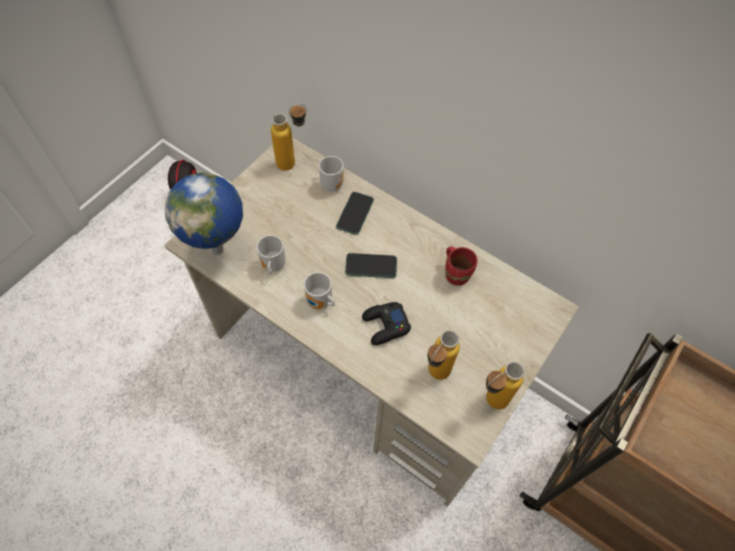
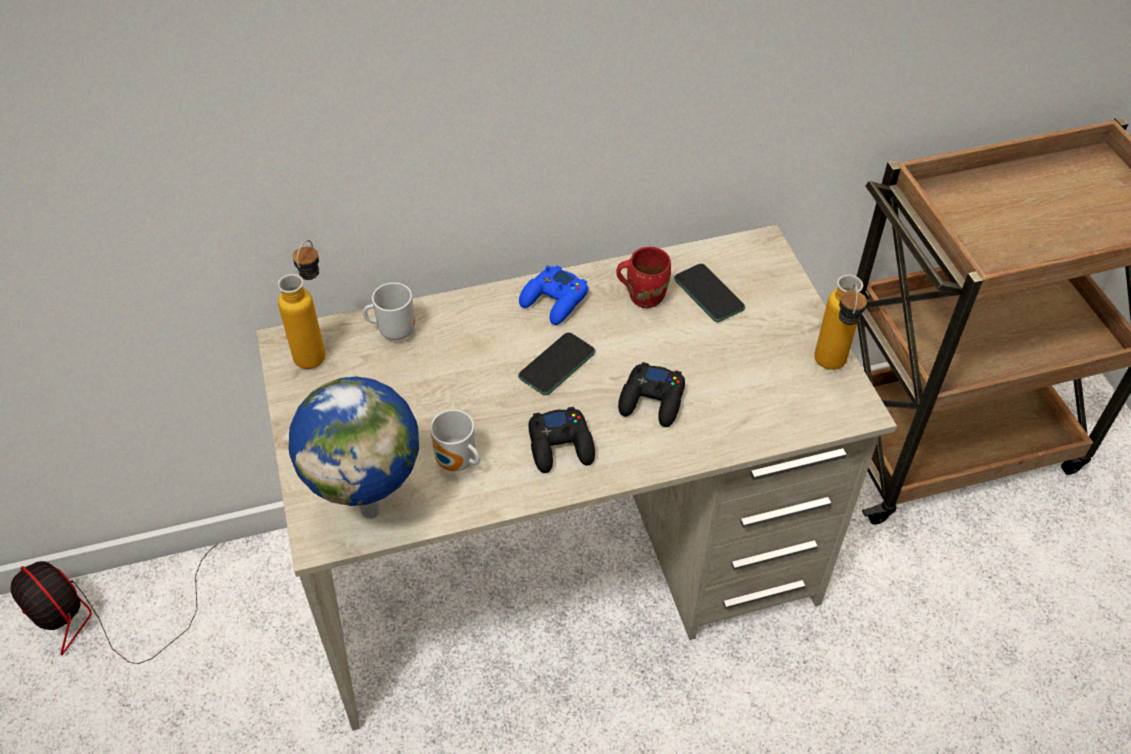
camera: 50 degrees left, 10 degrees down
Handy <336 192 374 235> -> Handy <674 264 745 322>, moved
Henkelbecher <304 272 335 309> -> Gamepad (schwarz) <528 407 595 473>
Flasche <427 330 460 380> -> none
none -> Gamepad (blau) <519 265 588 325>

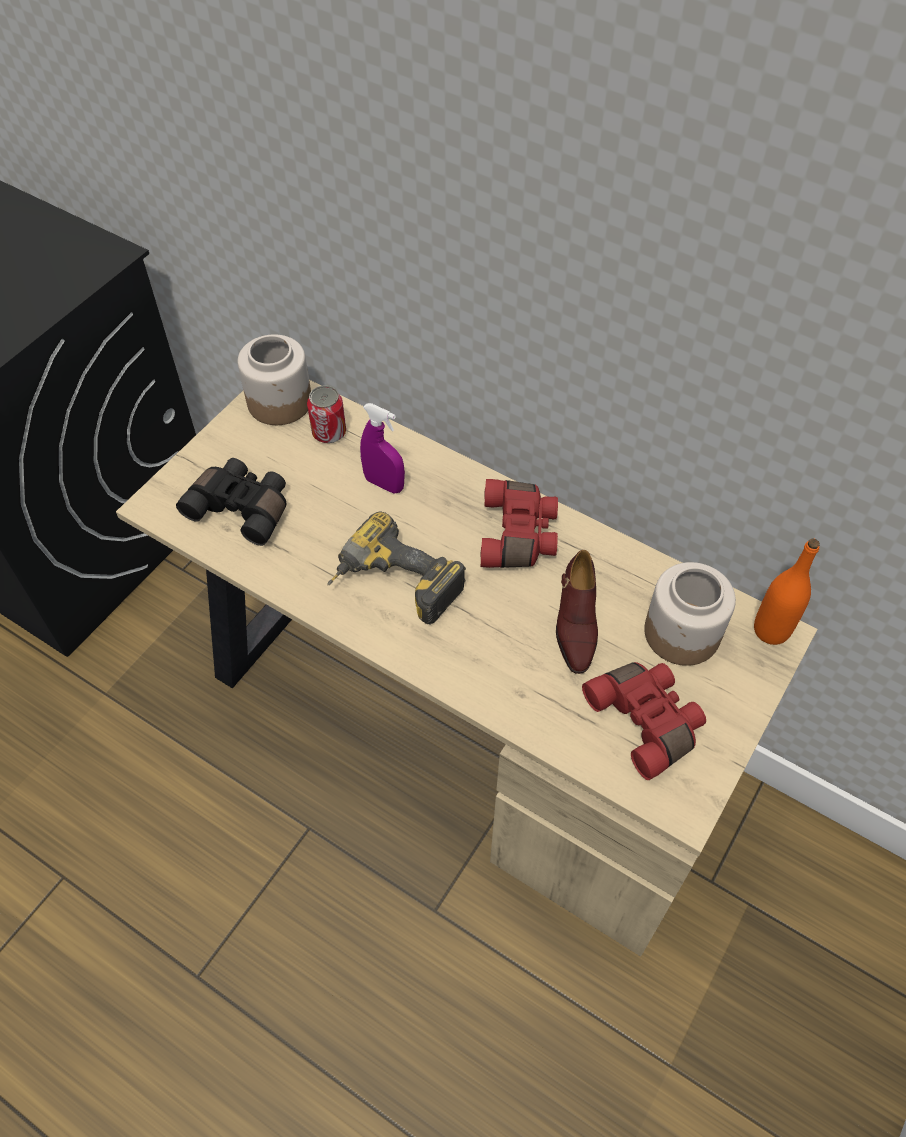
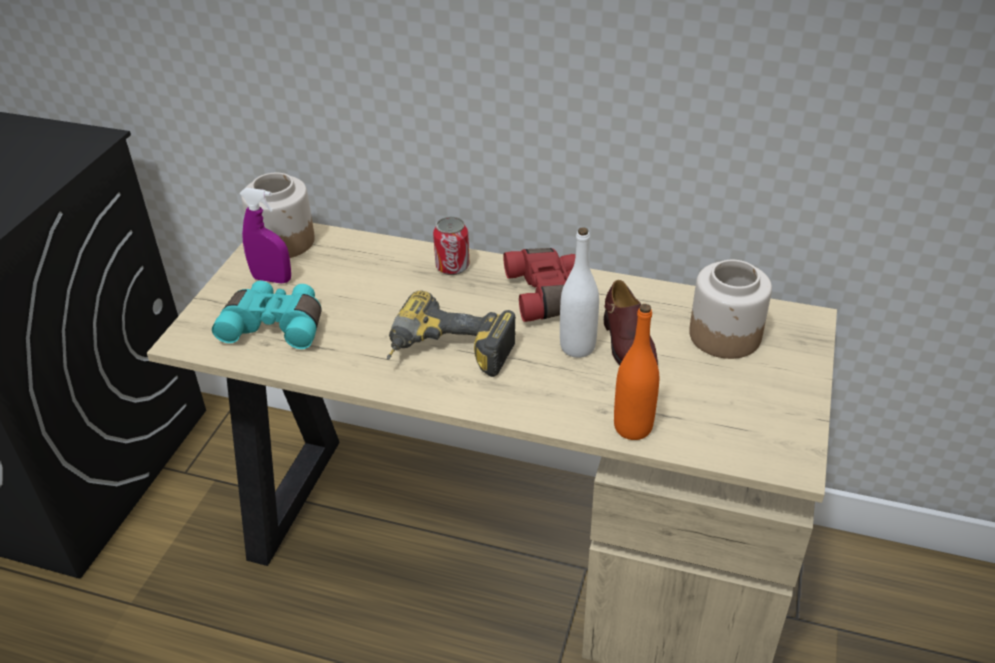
camera: 15 degrees left, 15 degrees down
Dose <307 385 346 443> -> Dose <433 216 470 275>, moved
Sprühflasche (lila) <360 403 405 494> -> Sprühflasche (lila) <239 188 291 284>, moved
Fernglas (schwarz) <176 458 287 546> -> Fernglas (türkis) <212 281 321 349>
Flasche (orange) <754 539 820 645> -> Flasche (orange) <614 304 659 440>, moved
Fernglas (rot) <582 662 706 780> -> none
none -> Flasche (weiß) <560 227 599 358>

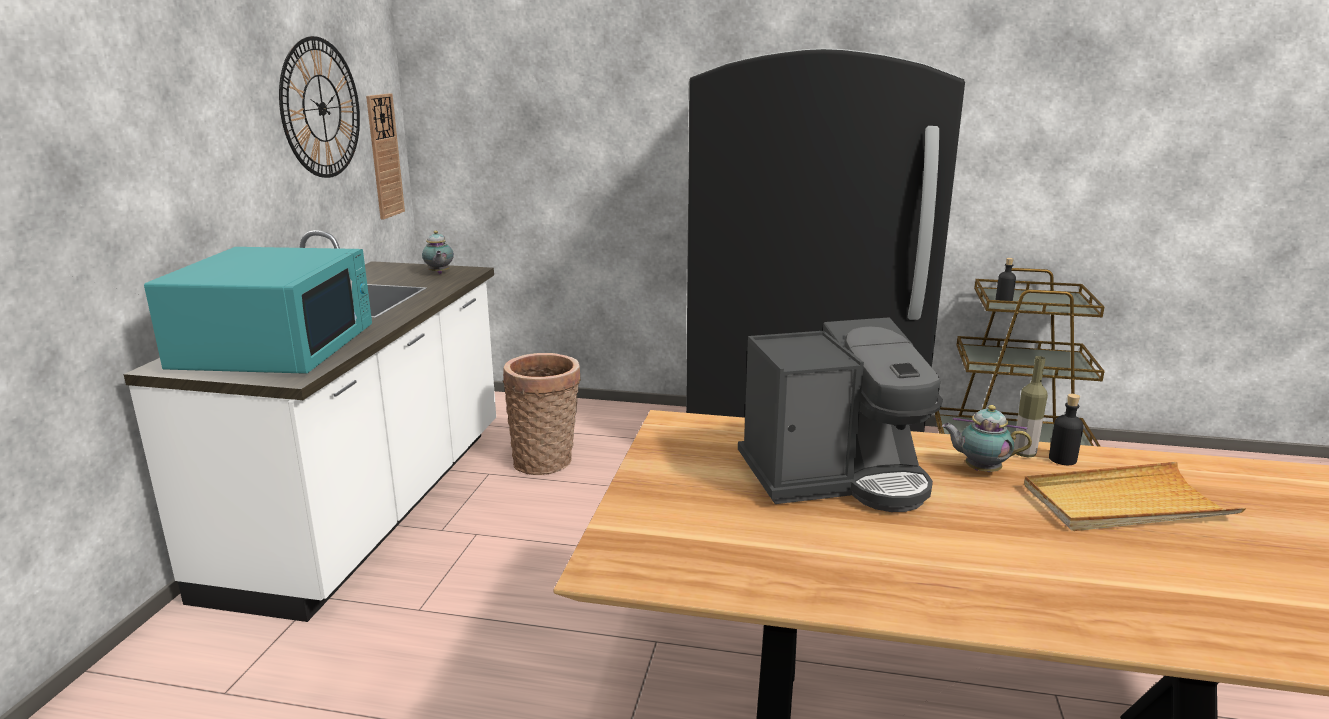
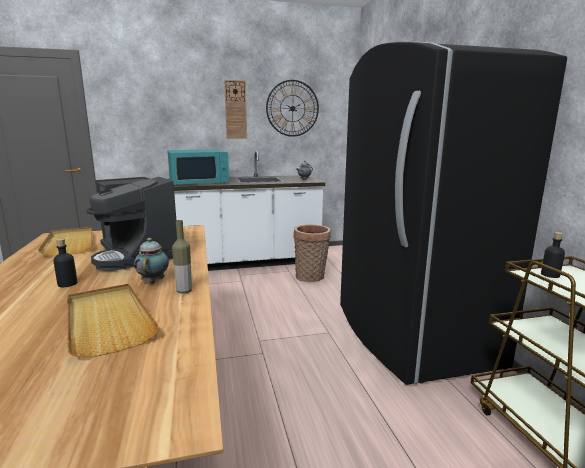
camera: 65 degrees right, 5 degrees down
Wanduhr <366 93 405 219> -> Wanduhr <224 80 247 139>, moved
Flasche (schwarz) <1049 394 1083 465> -> Flasche (schwarz) <53 238 77 287>, moved
none -> Tablett (beige) <38 227 93 256>

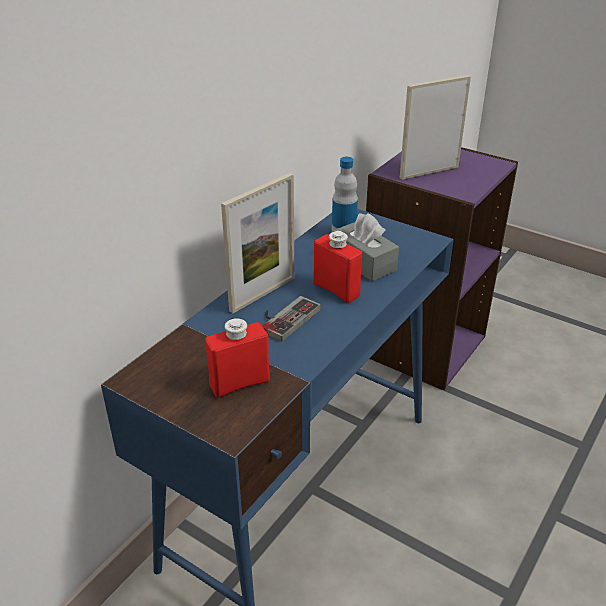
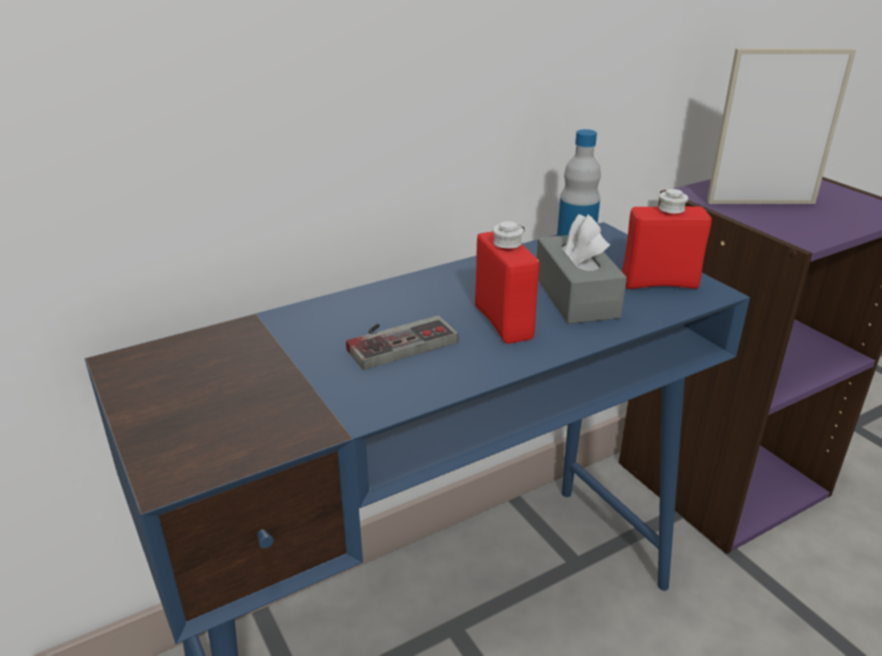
camera: 25 degrees right, 5 degrees down
Bilderrahmen <221 173 294 313> -> none
Flasche (rot) <205 318 270 398> -> Flasche (rot) <622 189 712 289>, moved

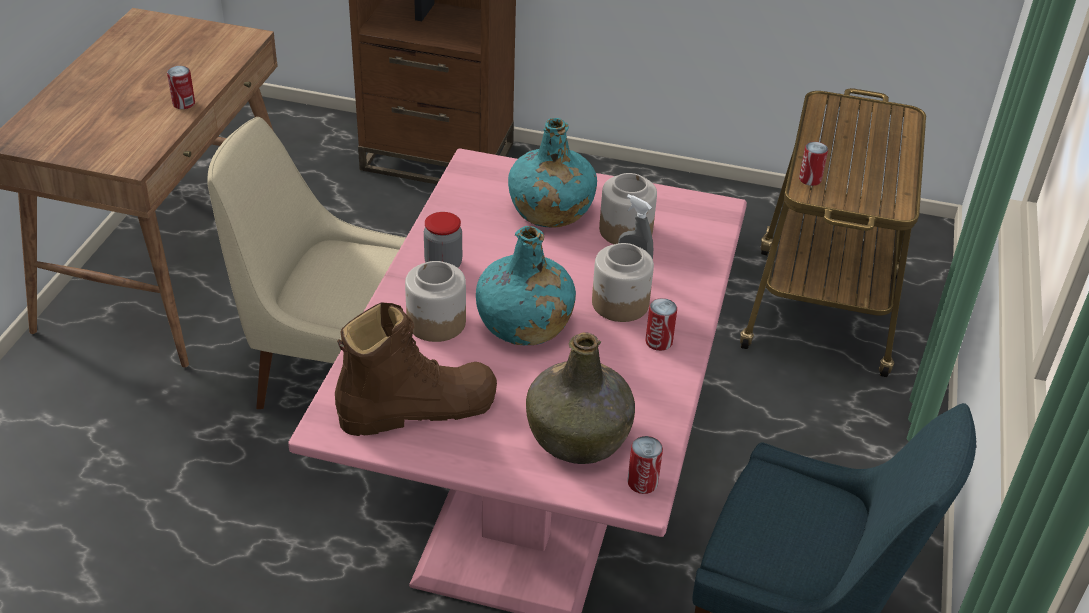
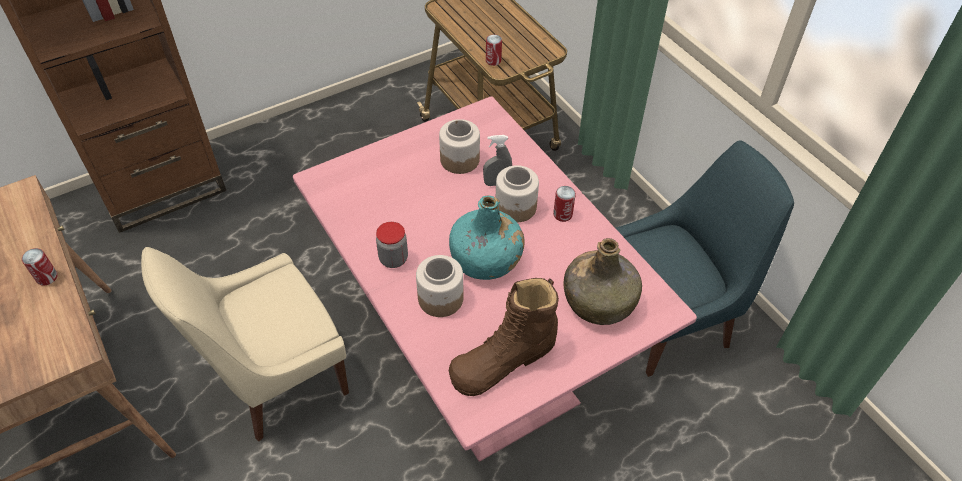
camera: 45 degrees left, 10 degrees up
Flasche (türkis) <508 118 597 228> -> none
Stiefel (braun) <335 302 497 436> -> Stiefel (braun) <449 278 559 396>, 150 degrees counterclockwise
Dose <627 436 663 494> -> none

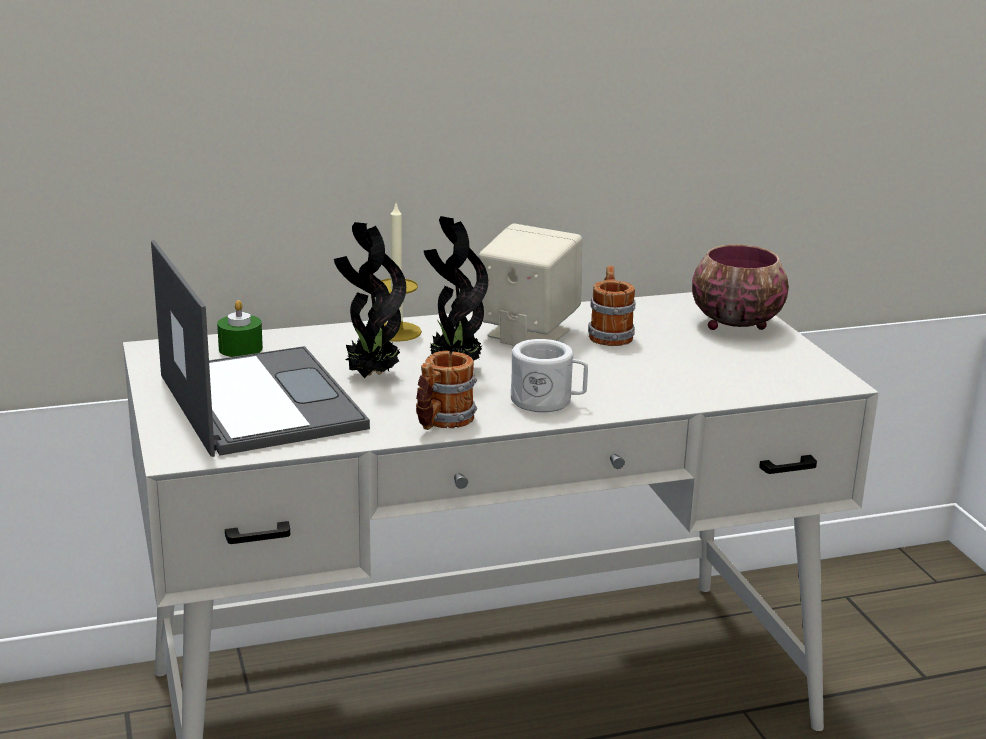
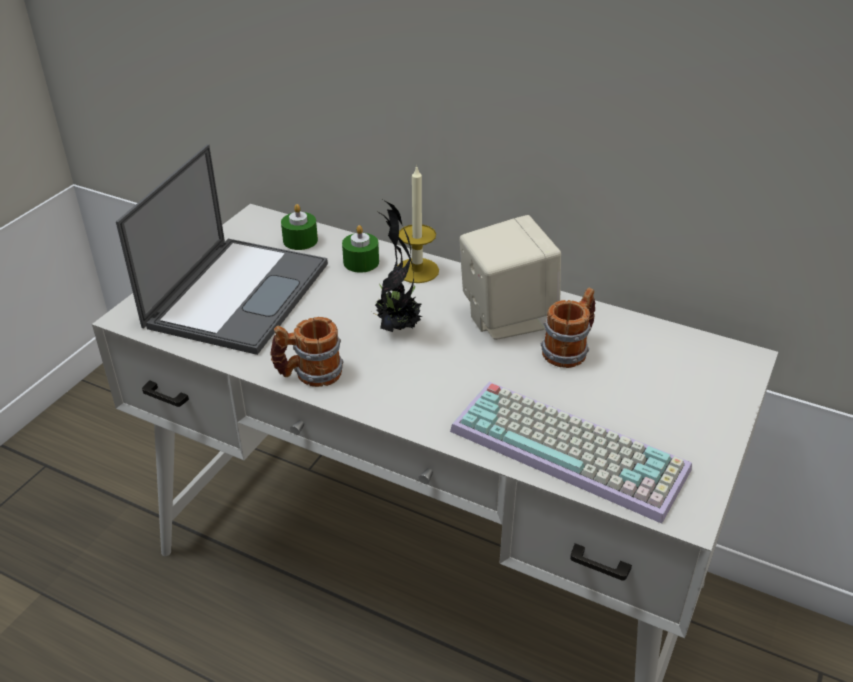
camera: 45 degrees right, 15 degrees up
Topfpflanze <334 222 406 378> -> none
Schüssel <692 244 789 330> -> none
Henkelbecher (weiß) <511 339 588 412> -> none
none -> Kerze (grün) <342 225 379 273>
none -> Tastatur <450 382 692 524>

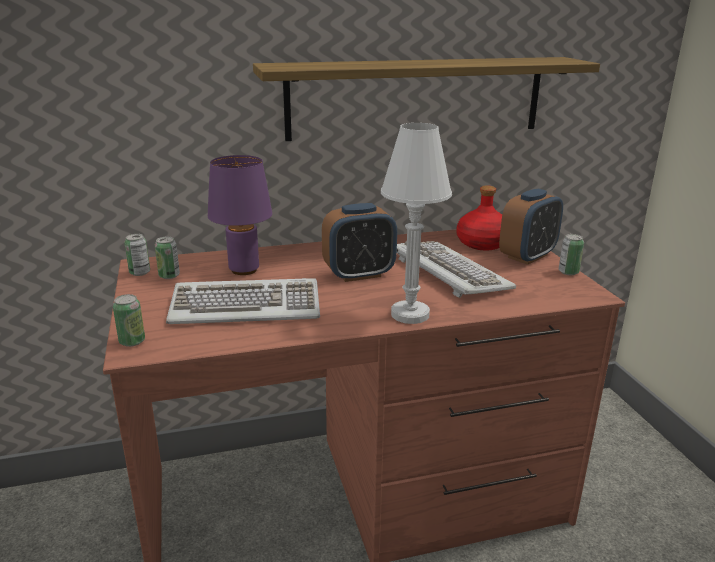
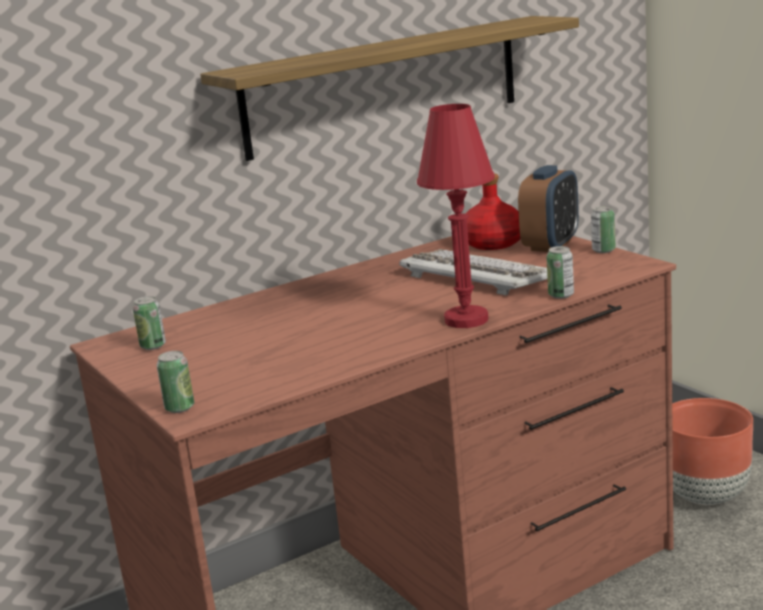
camera: 15 degrees left, 5 degrees down
Tischlampe (weiß) <381 123 452 324> -> Tischlampe (rot) <417 104 495 328>
Tischlampe (lila) <208 155 272 275> -> none
Wecker <322 203 397 282> -> none
Dose <124 234 150 276> -> Dose <546 246 574 299>, moved
Tastatur <166 278 320 324> -> none
none -> Pflanzkübel (braun) <672 398 753 505>

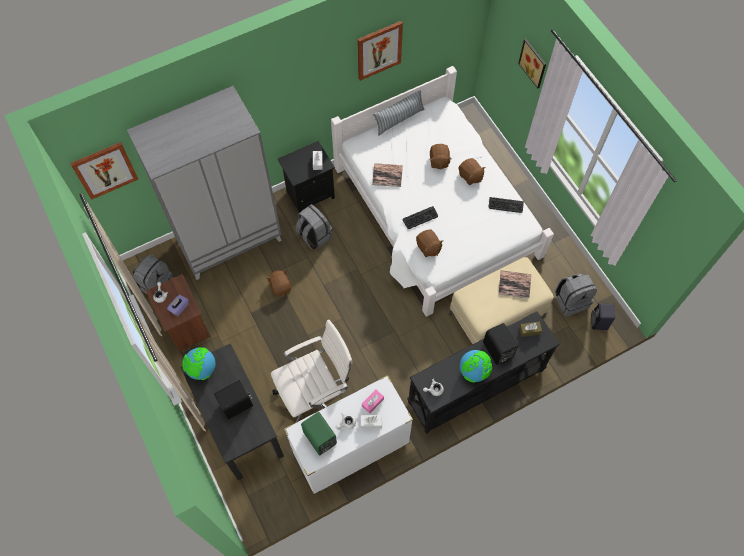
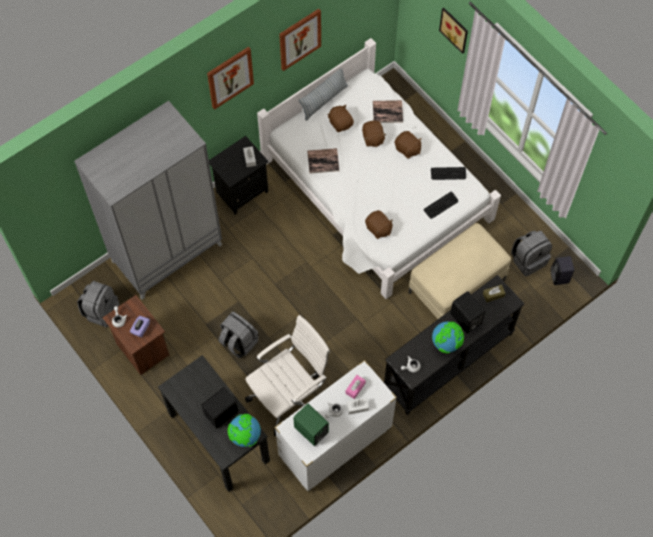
camera: 10 degrees left, 0 degrees up
Bild <70 142 138 200> -> Bild <207 47 254 110>, moved
Rucksack (grau) <295 204 332 249> -> Rucksack (grau) <219 311 258 358>, moved
Tastatur <403 206 438 229> -> Tastatur <424 191 458 219>, moved
Plüschtier (braun) <267 270 291 296> -> Plüschtier (braun) <328 105 354 132>, moved
Buch <499 270 531 298> -> Buch <373 100 403 123>, moved
Globus <182 347 216 380> -> Globus <228 414 261 447>, moved

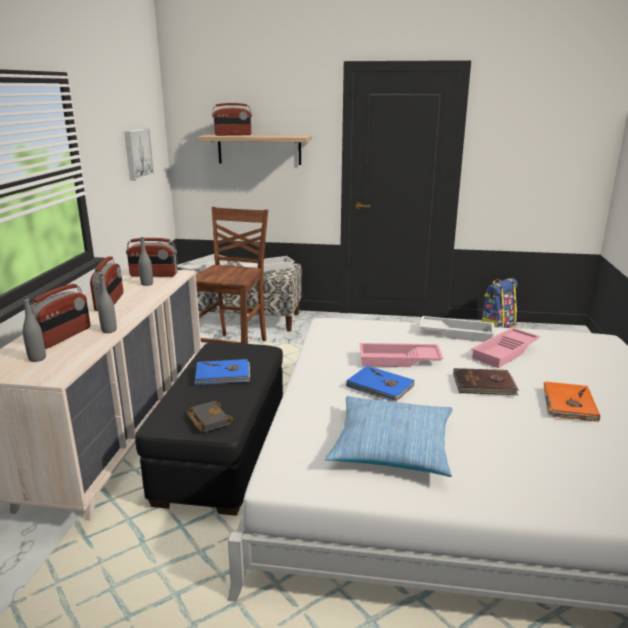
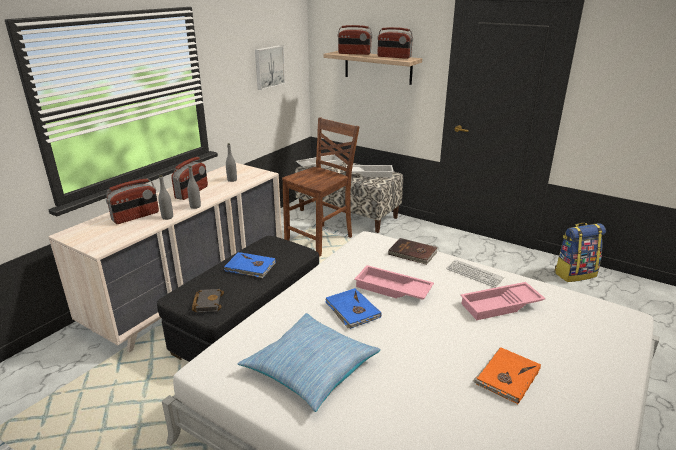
camera: 25 degrees right, 5 degrees up
Radio <126 238 177 277> -> Radio <377 27 413 59>, moved
Flasche (grau) <23 296 46 362> -> Flasche (grau) <187 166 201 209>, moved
Tablett (weiß) <419 316 495 342> -> Tastatur <446 259 504 288>
Buch (braun) <453 368 520 395> -> Buch (braun) <388 238 438 265>, moved

